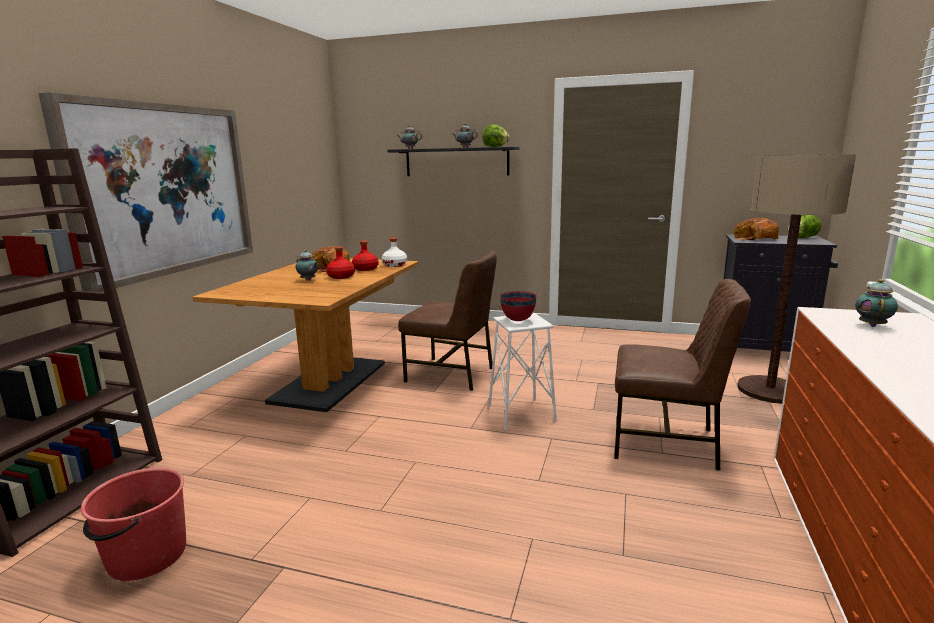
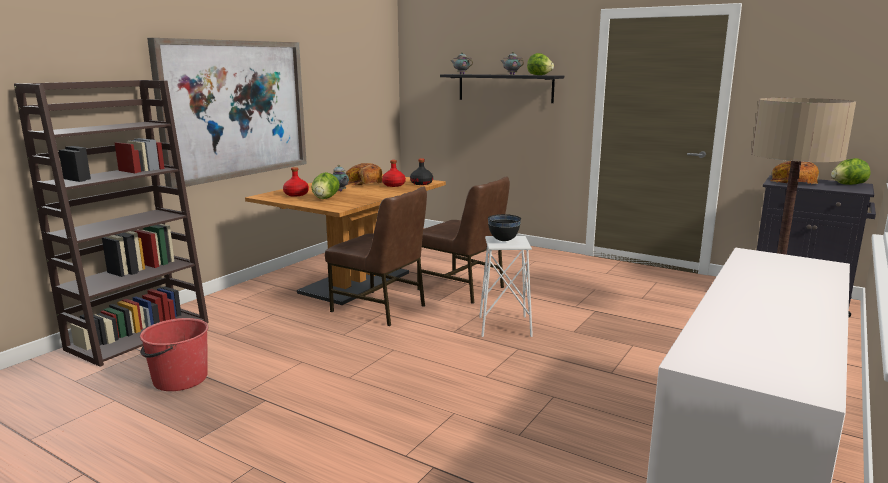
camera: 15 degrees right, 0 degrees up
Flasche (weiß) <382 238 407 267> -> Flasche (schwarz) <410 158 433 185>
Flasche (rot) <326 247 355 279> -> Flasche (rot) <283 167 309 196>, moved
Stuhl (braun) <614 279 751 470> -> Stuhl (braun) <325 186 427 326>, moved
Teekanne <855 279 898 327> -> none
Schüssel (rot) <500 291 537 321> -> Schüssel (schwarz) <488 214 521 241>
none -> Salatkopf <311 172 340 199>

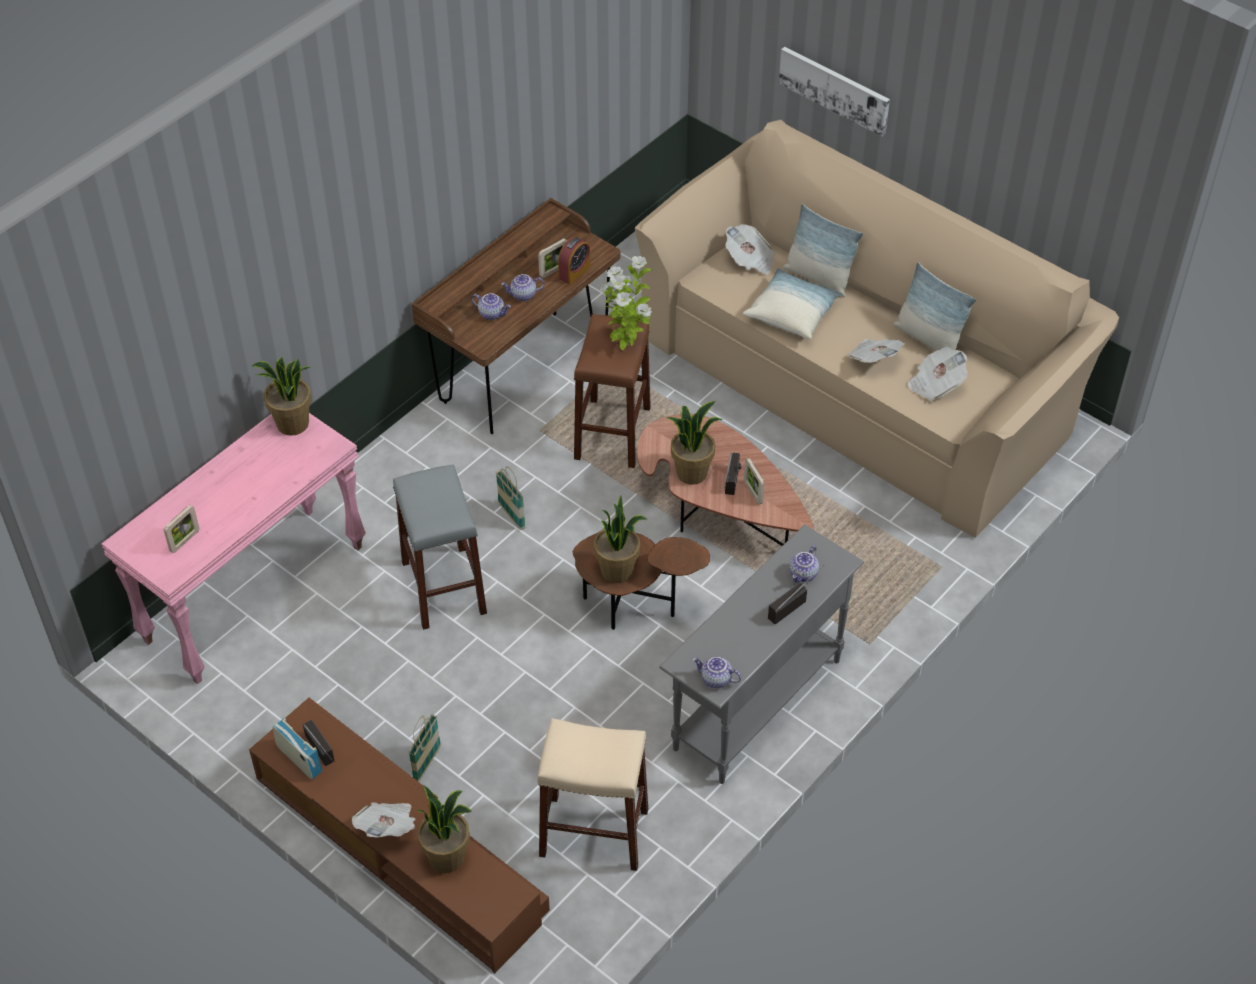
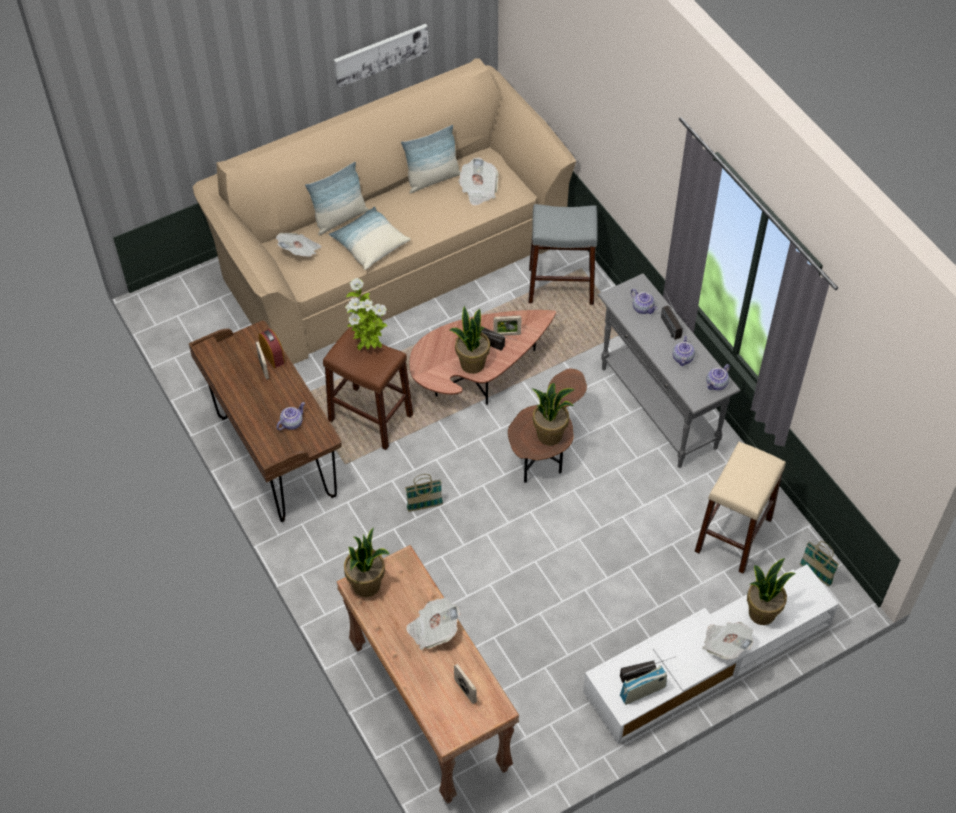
camera: 70 degrees left, 5 degrees up
Bild <779 47 890 137> -> Bild <334 24 429 88>, moved
Teekanne <501 274 545 301> -> Teekanne <673 336 695 366>, moved
Zeitung <847 339 905 363> -> Zeitung <406 598 460 650>, moved
Konsolentisch (rosa) <101 413 366 684> -> Konsolentisch (braun) <337 545 519 804>
Hocker (grau) <393 464 487 630> -> Hocker (grau) <528 204 598 305>, moved
Fernsehschrank (braun) <249 698 550 973> -> Fernsehschrank (weiß) <583 564 839 744>
Korb <408 714 441 782> -> Korb <799 541 840 586>, moved

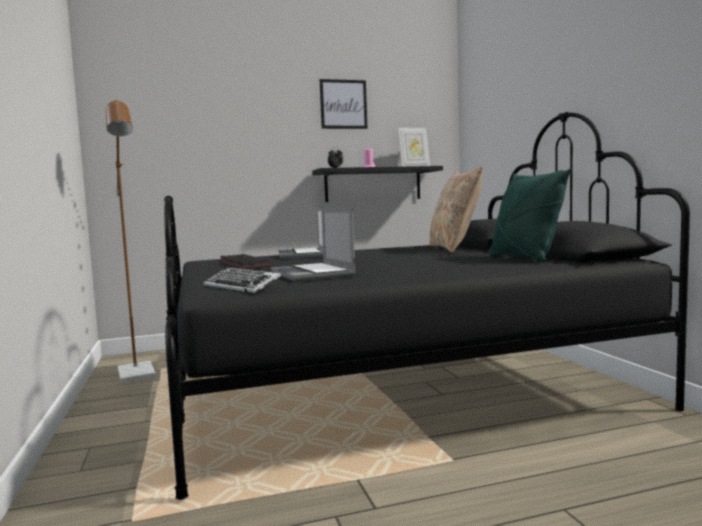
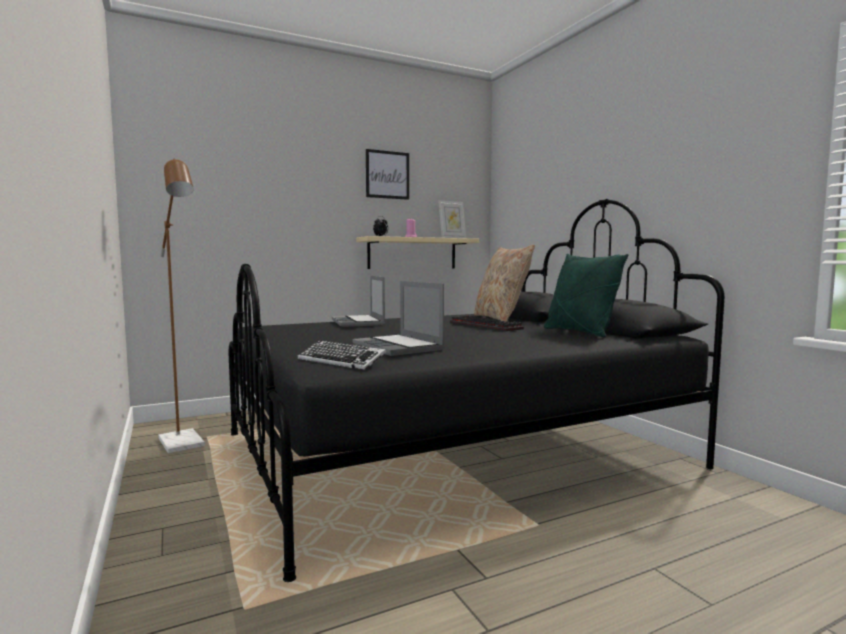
camera: 10 degrees left, 0 degrees up
Wandregal (schwarz) <312 166 443 202> -> Wandregal (beige) <356 236 479 269>
Tastatur <219 254 271 269> -> Tastatur <450 316 524 331>, moved

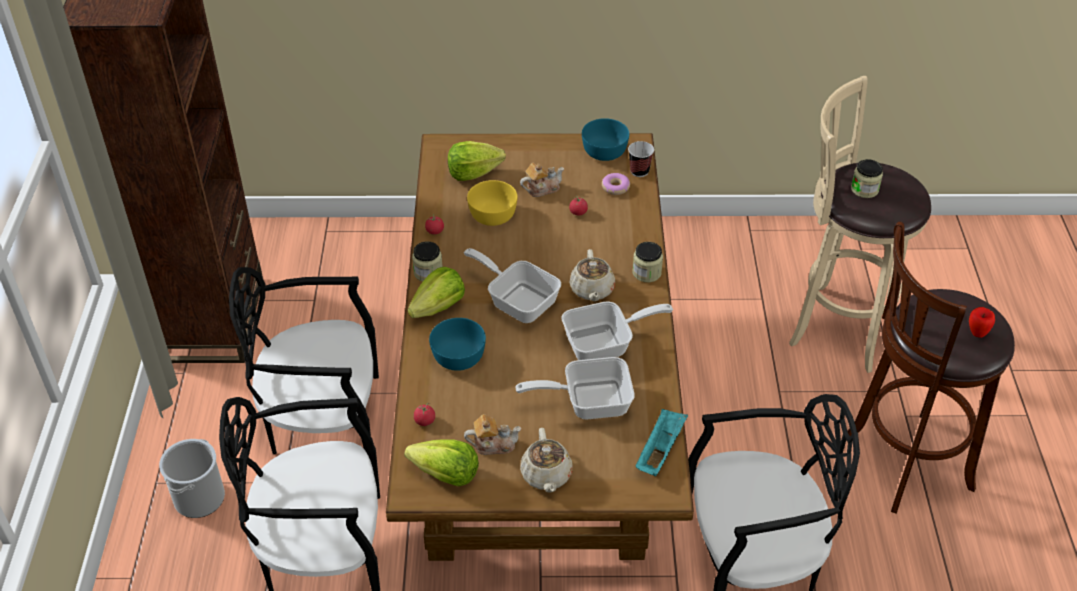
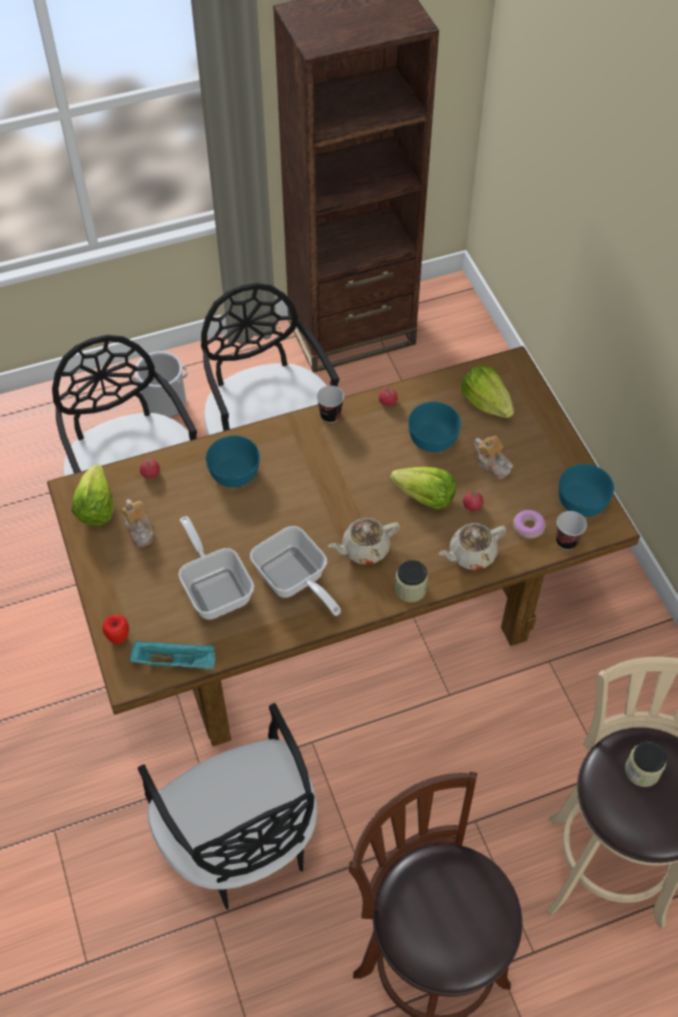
camera: 70 degrees right, 10 degrees up
Schüssel (gelb) <467 180 517 226> -> Schüssel (türkis) <408 402 461 452>
Vorratsglas <412 241 442 282> -> Tasse <316 386 344 423>
Pfanne <464 248 561 323> -> none
Salatkopf <408 267 465 318> -> Salatkopf <390 467 456 509>, moved
Apfel <969 307 995 338> -> Apfel <102 615 129 644>, moved
Teekanne (beige) <520 428 573 493> -> Teekanne (beige) <439 523 506 570>, moved

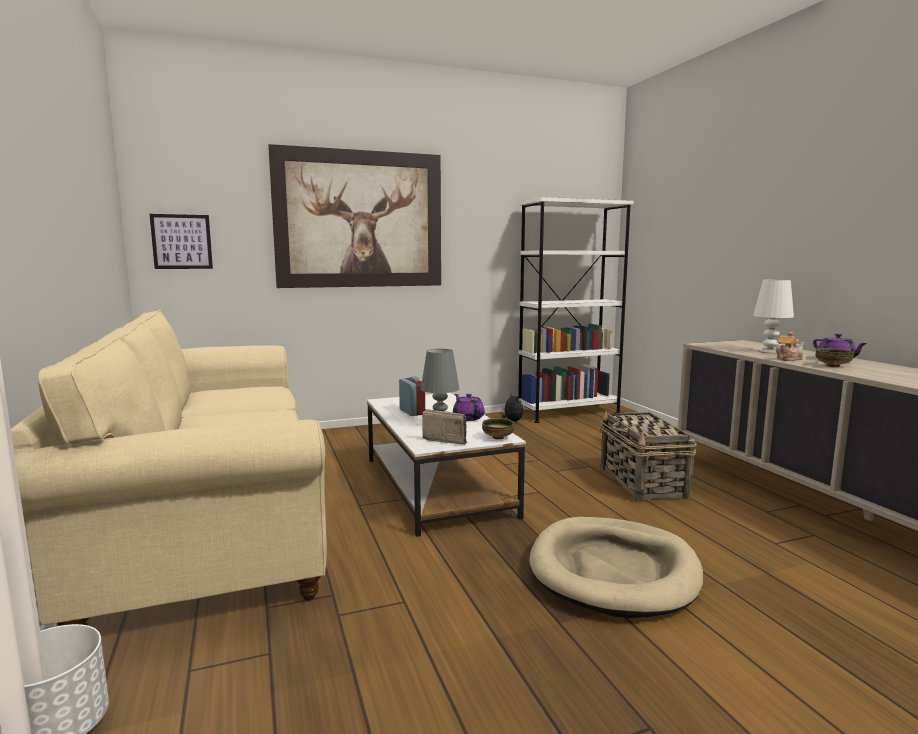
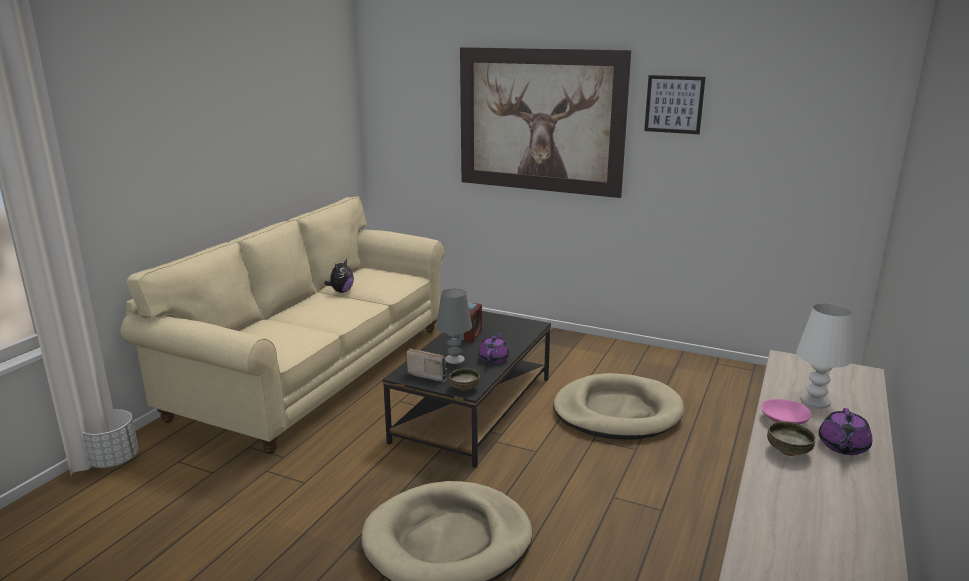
camera: 45 degrees right, 10 degrees up
Bücherregal (weiß) <518 197 634 423> -> none
Bild <150 214 213 269> -> Bild <644 75 706 134>, moved
Teekanne <776 331 804 361> -> Schüssel (rosa) <761 399 812 424>
Plüschtier <502 392 523 422> -> Plüschtier <324 259 354 293>, moved
Couchtisch (weiß) <367 393 526 537> -> Couchtisch (schwarz) <382 311 551 468>
Korb <599 408 697 502> -> none
Radio <422 409 467 445> -> Radio <406 348 447 382>, 45 degrees counterclockwise
none -> Hundebett (beige) <553 373 684 439>

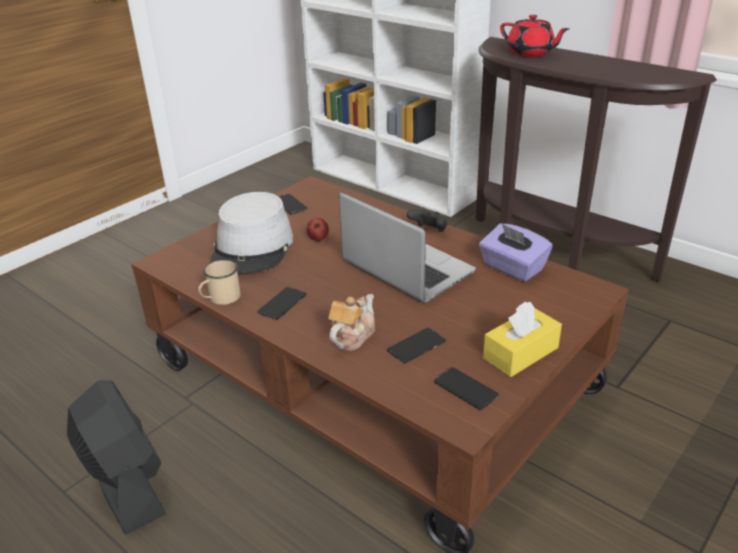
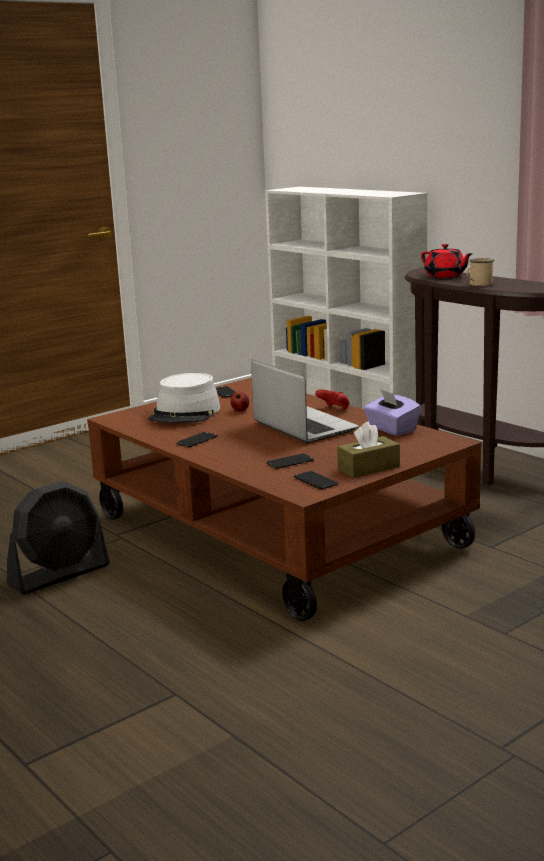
camera: 10 degrees right, 15 degrees down
Gamepad (schwarz) <407 210 447 232> -> Gamepad (rot) <315 389 350 410>
Henkelbecher (beige) <198 260 241 305> -> Henkelbecher (beige) <467 258 494 286>, moved
Teekanne <329 294 375 351> -> none
Taschentuchbox (gelb) <483 301 562 377> -> Taschentuchbox (braun) <337 422 400 478>
Ventilator (schwarz) <67 380 166 534> -> Ventilator (schwarz) <7 481 110 594>, 75 degrees clockwise

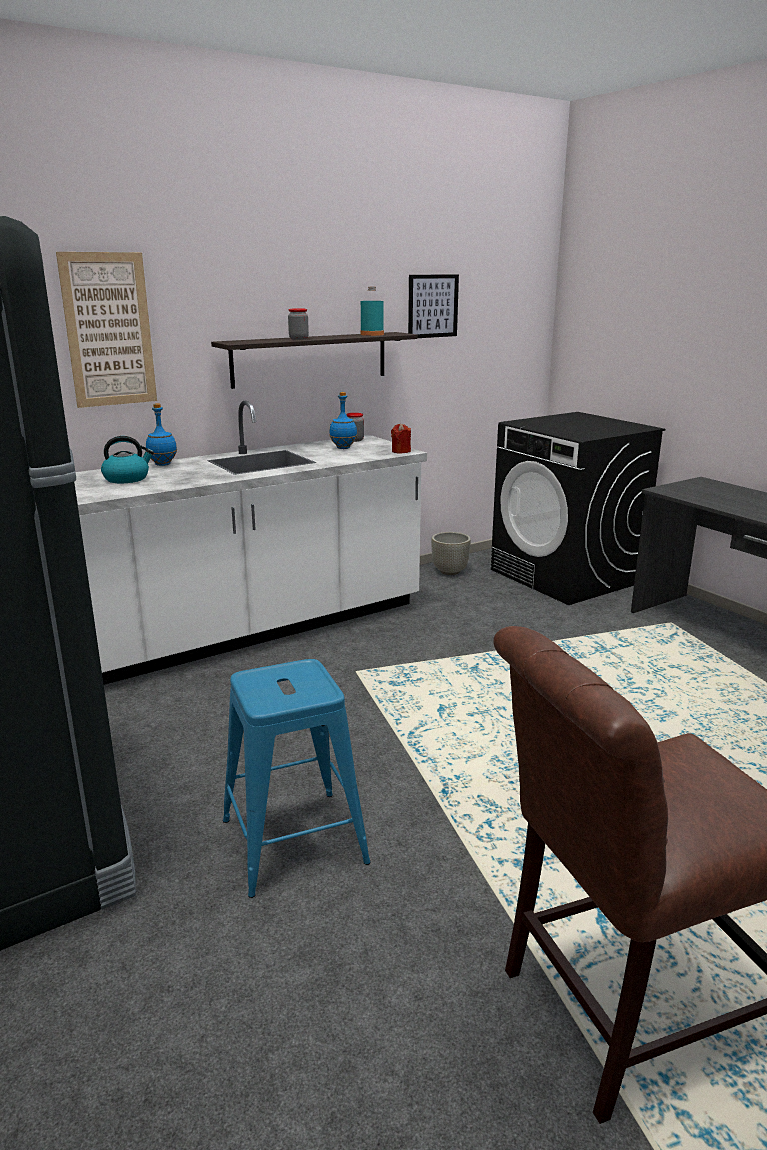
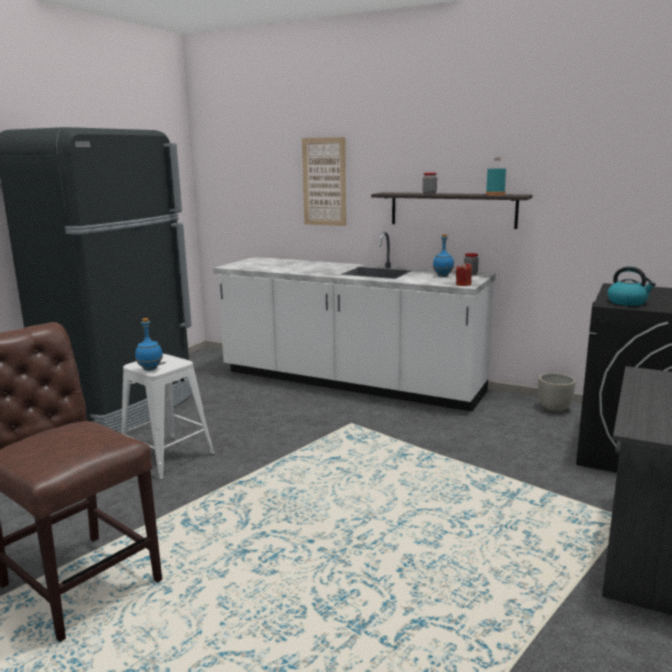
camera: 60 degrees right, 5 degrees down
Bild <408 274 459 338> -> none
Flasche (blau) <146 403 177 466> -> Flasche (blau) <135 318 163 371>, moved
Wasserkessel <101 436 154 483> -> Wasserkessel <607 266 656 306>, moved
Hocker (blau) <223 659 371 898> -> Hocker (weiß) <121 354 214 480>

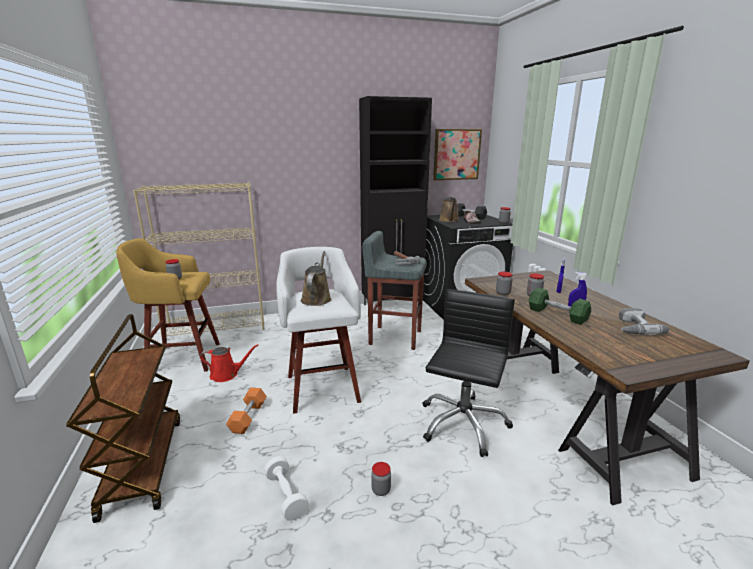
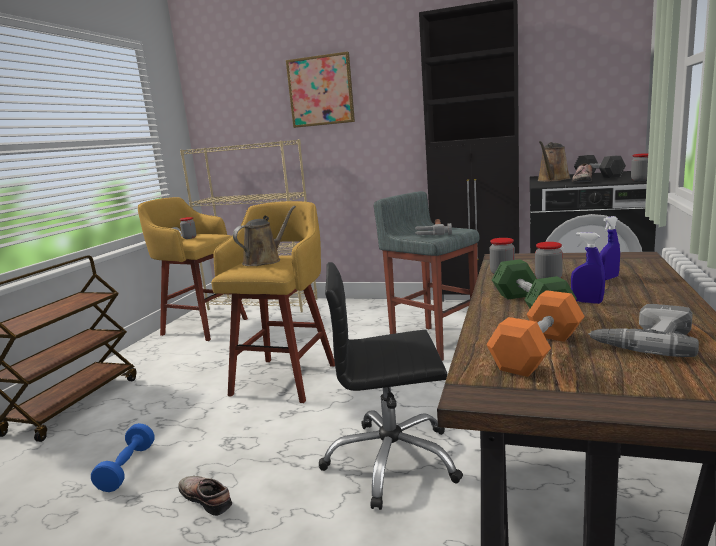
camera: 35 degrees right, 5 degrees down
Bild <433 129 482 180> -> Bild <286 51 355 128>, moved
Hocker (weiß) <276 247 361 414> -> Hocker (gelb) <211 201 335 403>
Bürostuhl (schwarz) <423 289 515 457> -> Bürostuhl (schwarz) <319 262 463 510>, 150 degrees counterclockwise
Gießkanne (rot) <200 344 258 382> -> none
Hantel (orange) <226 387 267 434> -> Hantel (orange) <486 290 585 377>, moved
Hantel (weiß) <264 456 309 521> -> Hantel (blau) <91 423 154 492>
Vorratsglas <371 462 391 496> -> Schuh <178 476 232 516>

